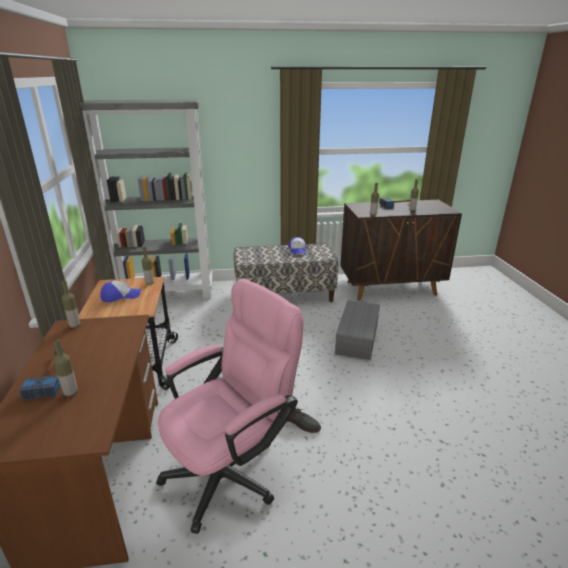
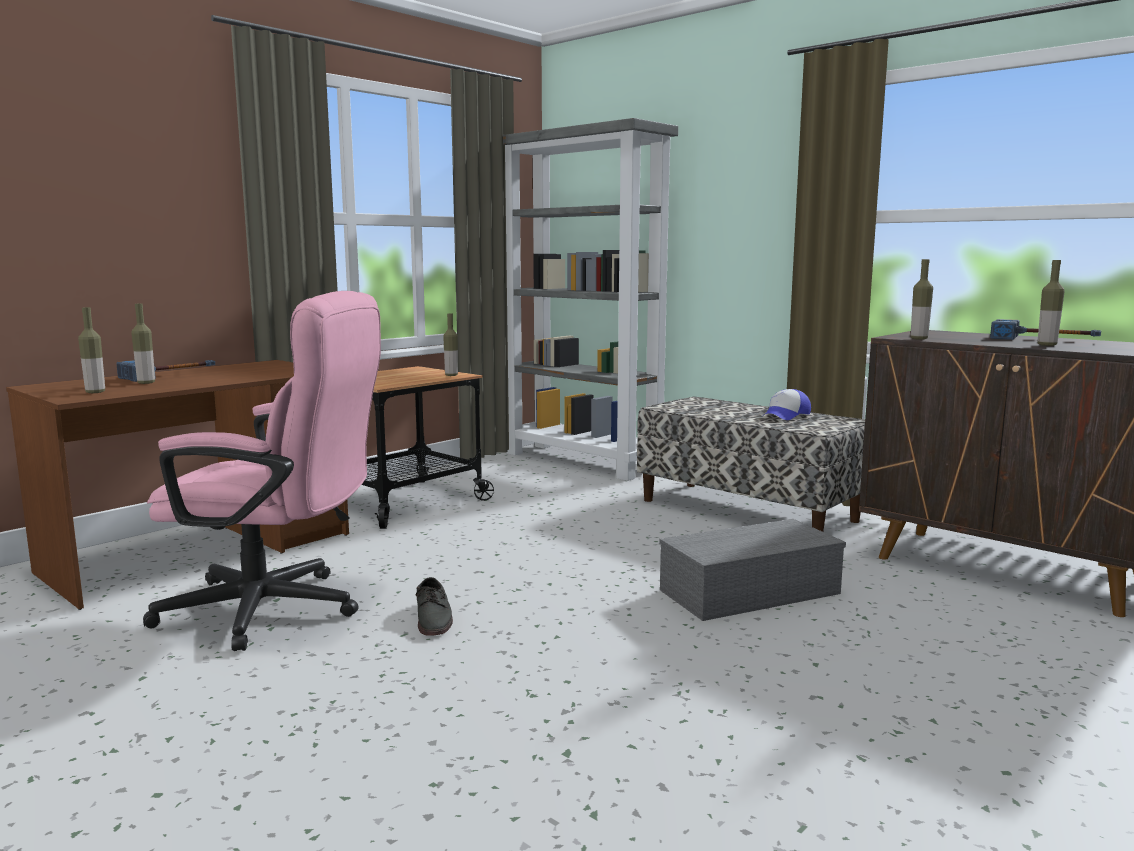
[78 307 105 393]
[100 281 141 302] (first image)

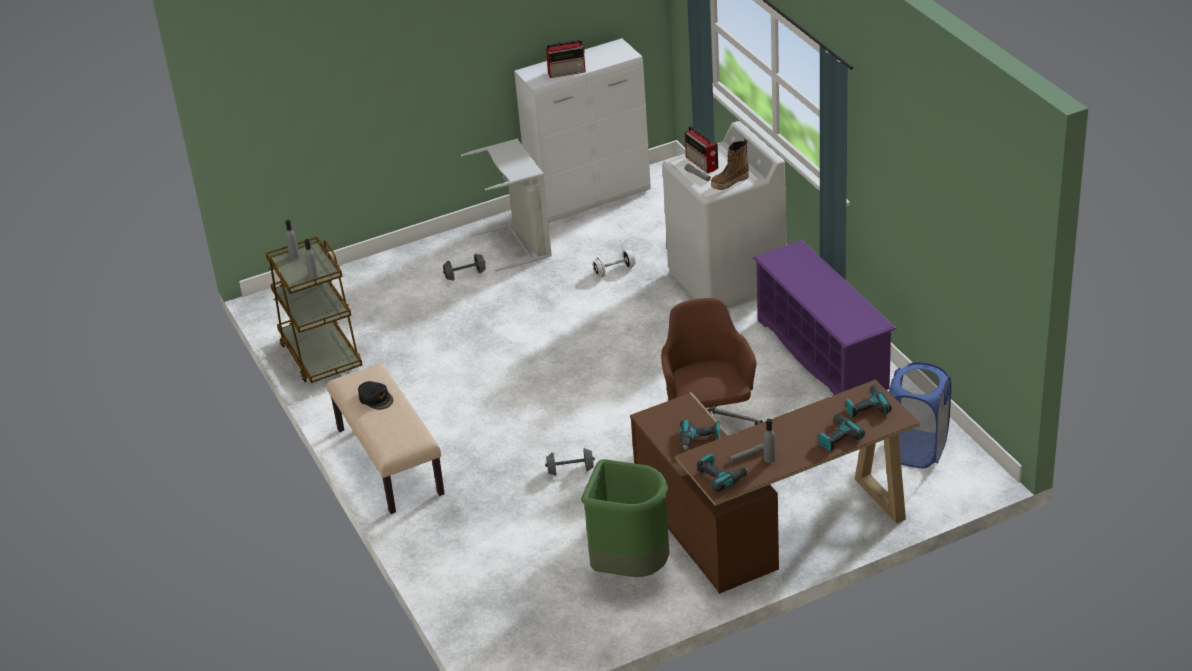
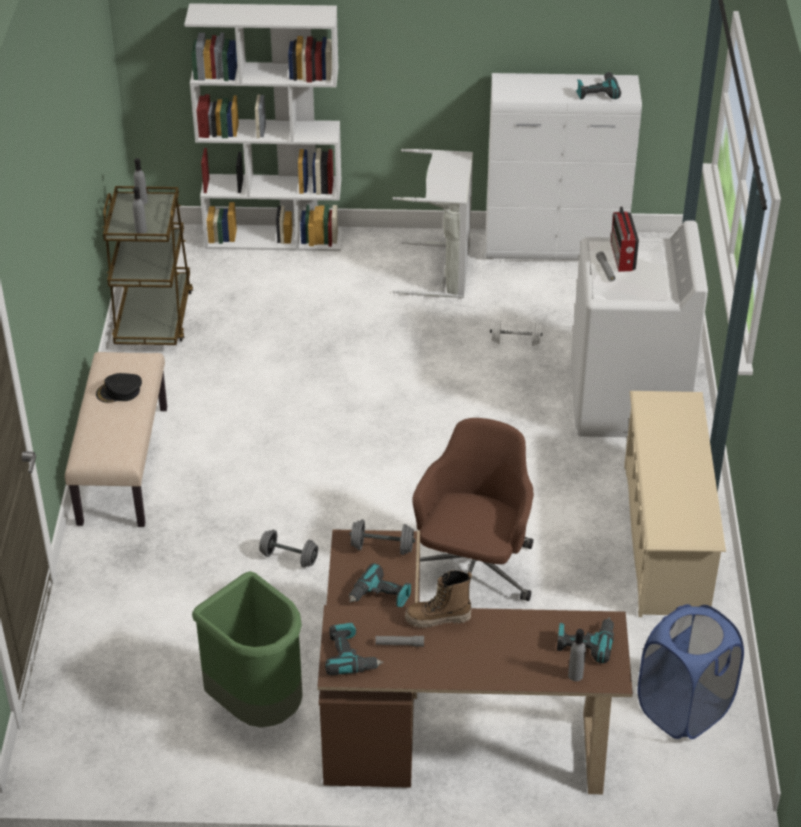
[96 373 142 402]
[349 519 415 555]
[546 40 586 78] (first image)
[405 570 472 628]
[624 391 726 617]
[568 629 586 681]
[576 72 621 99]
[184 3 343 251]

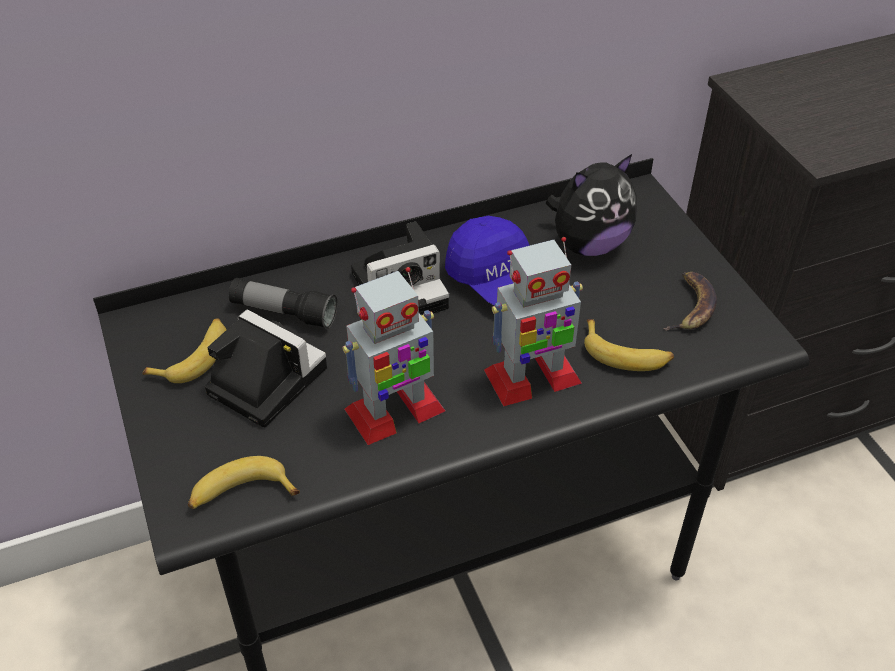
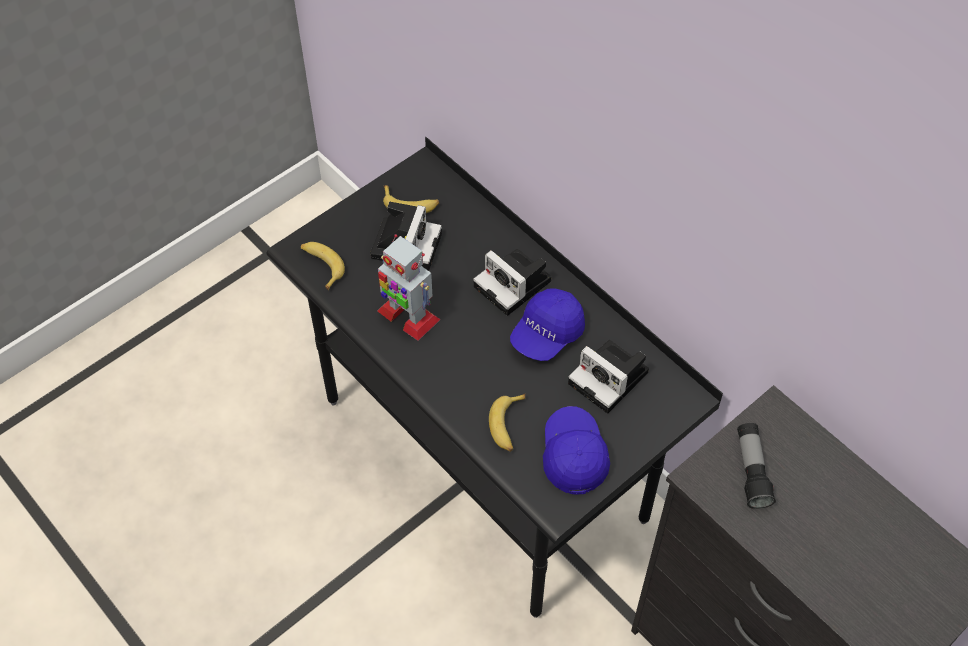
[737 423 776 509]
[484 237 583 406] (first image)
[568 340 649 413]
[543 406 610 494]

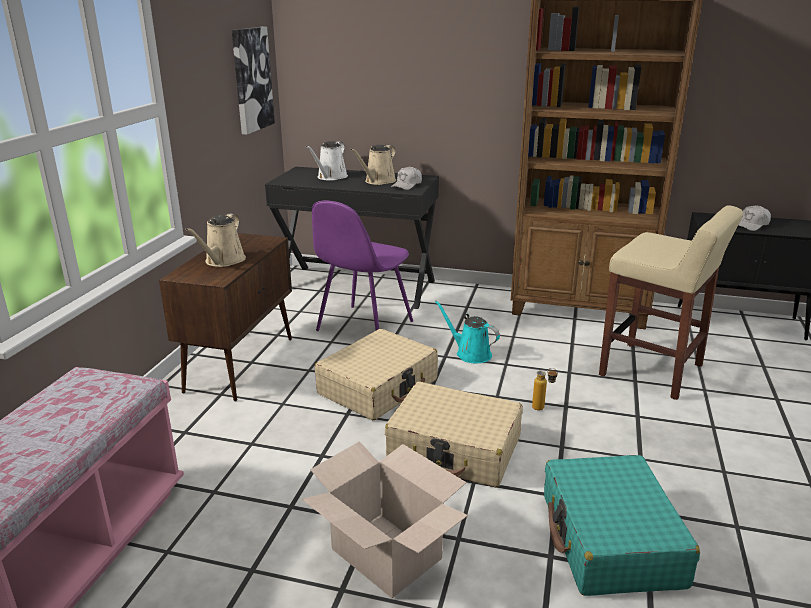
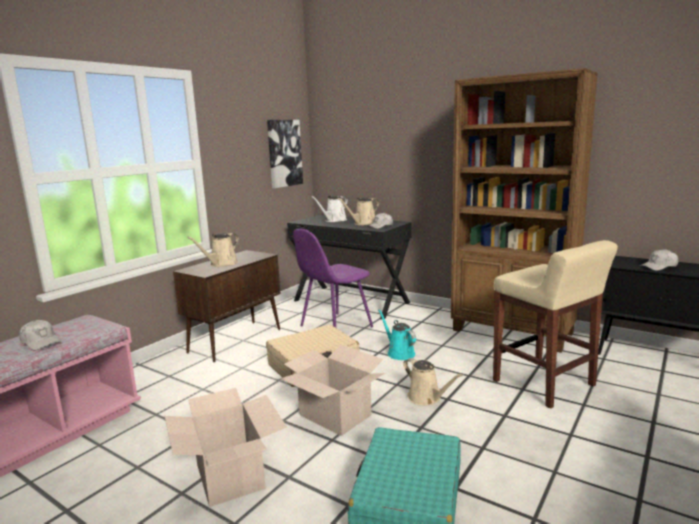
[280 345 385 436]
[403 358 463 406]
[19 320 61 350]

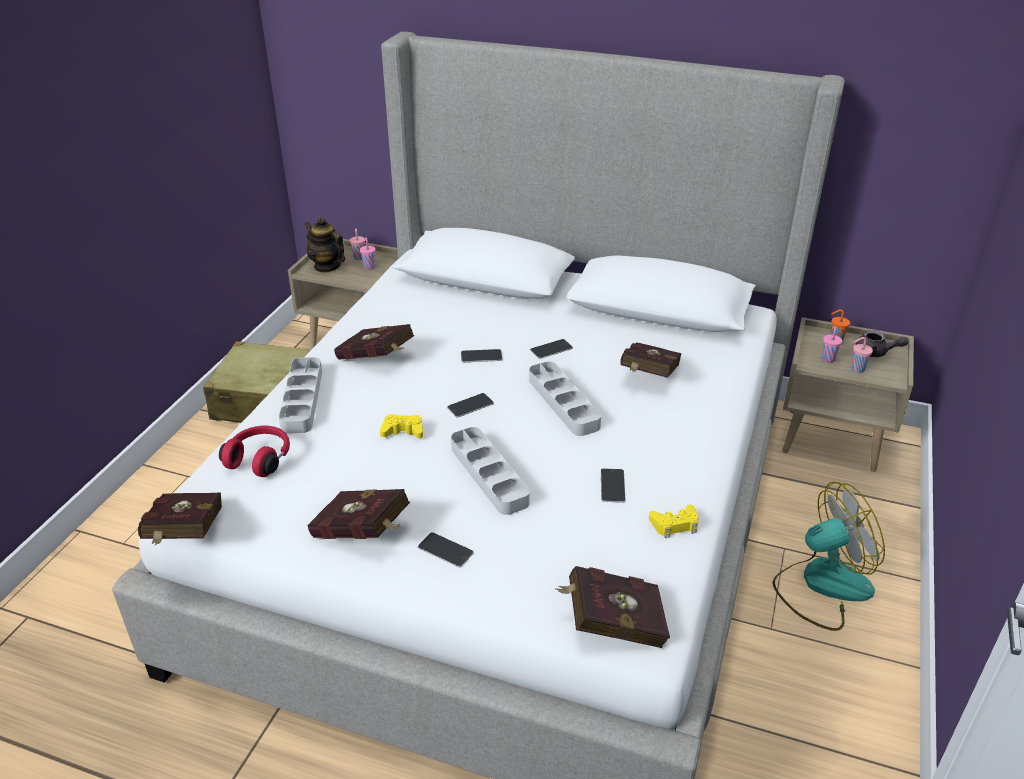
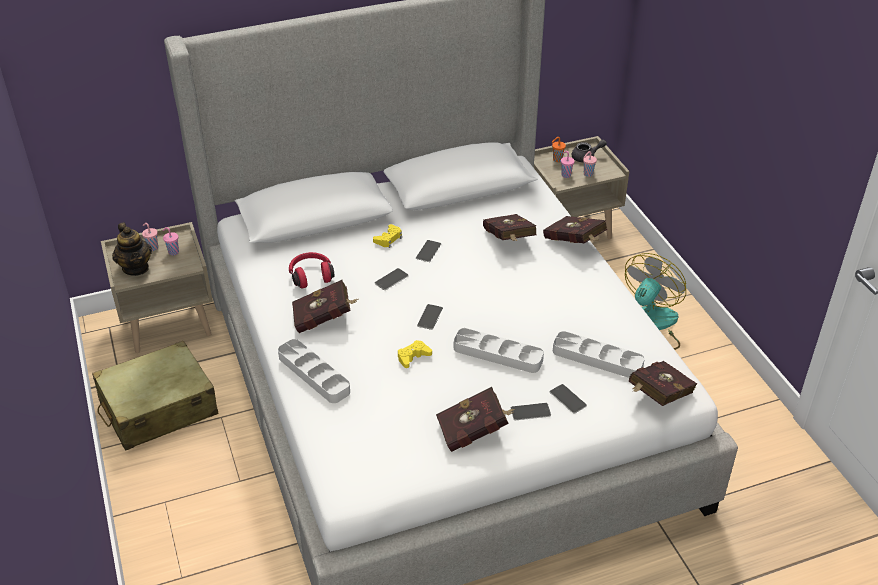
[543 216 607 243]
[289 252 334 288]
[112 223 152 276]
[553 331 645 378]
[550 384 587 413]
[373 224 402 248]

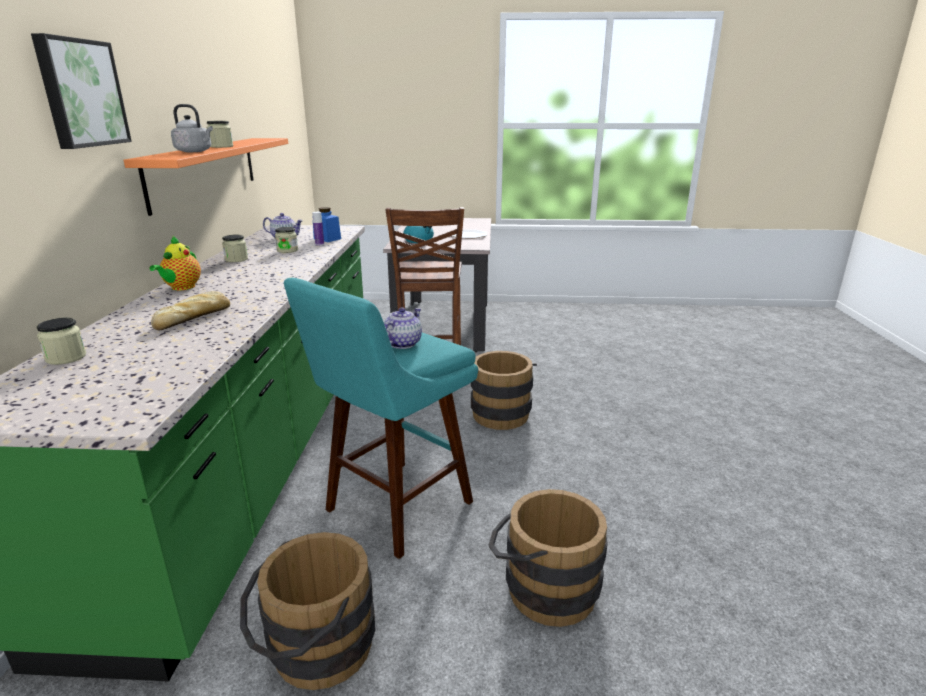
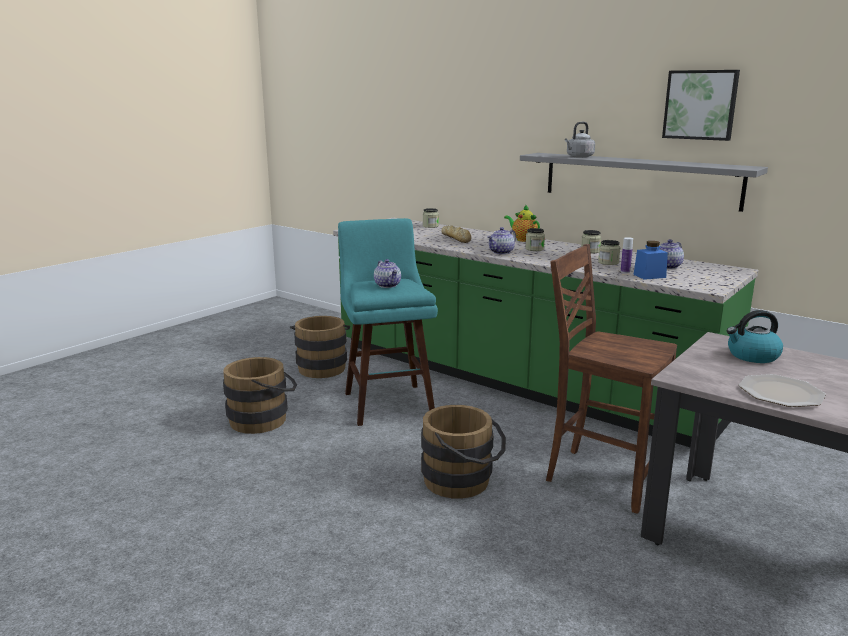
[662 70 740 141]
[520 153 768 212]
[525 228 545 251]
[487 227 516 254]

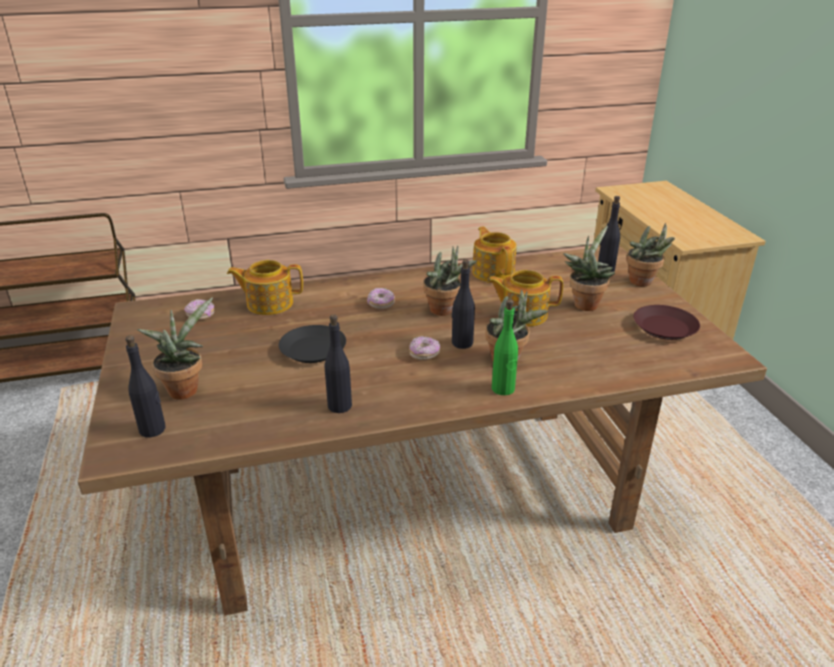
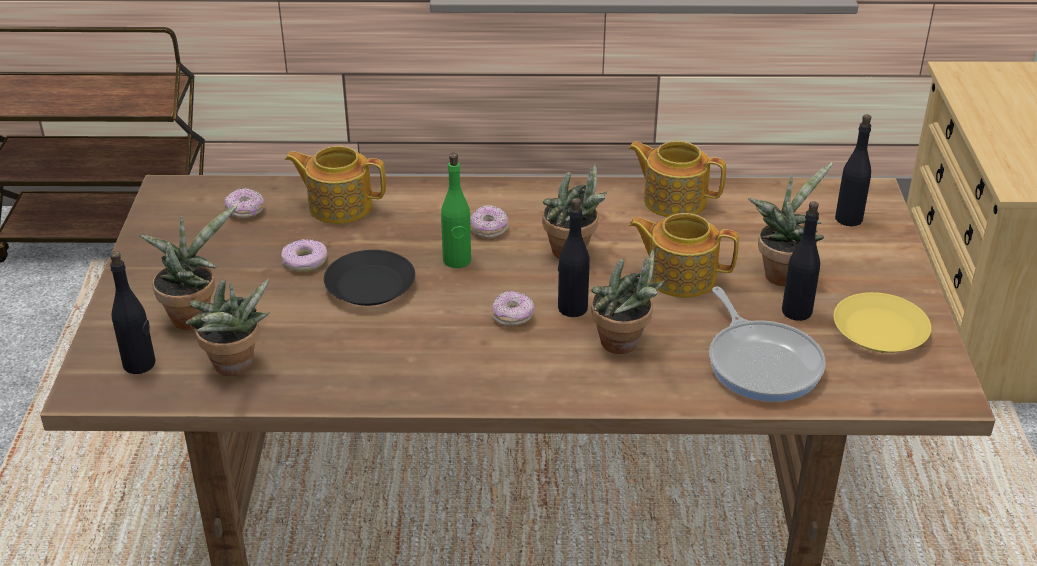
[782 201 820 321]
[628 141 726 218]
[441 153 471 268]
[186 279 270 376]
[834 292 931 353]
[281 239 327 272]
[709 287 826 402]

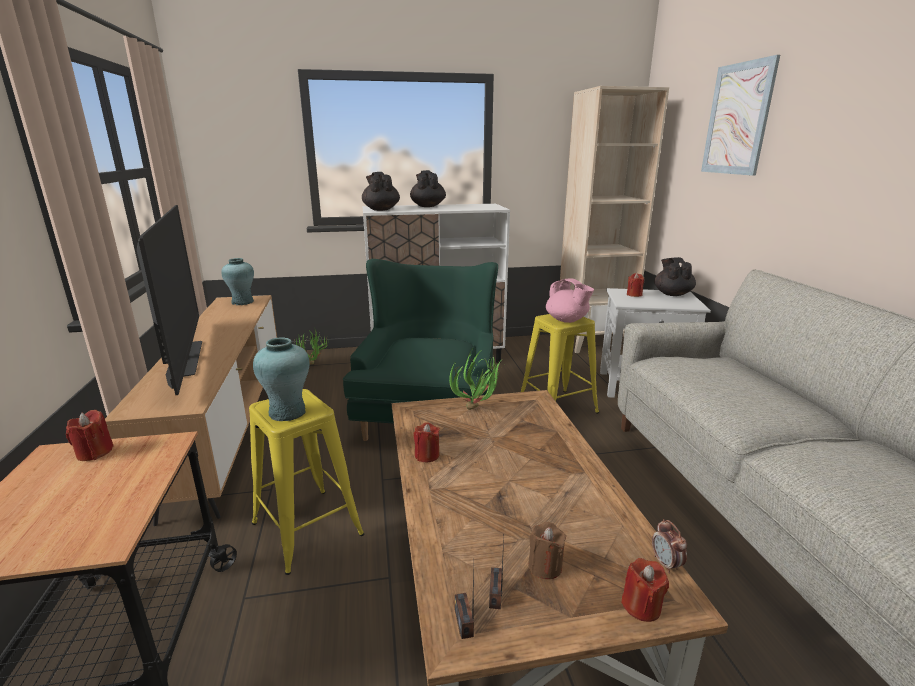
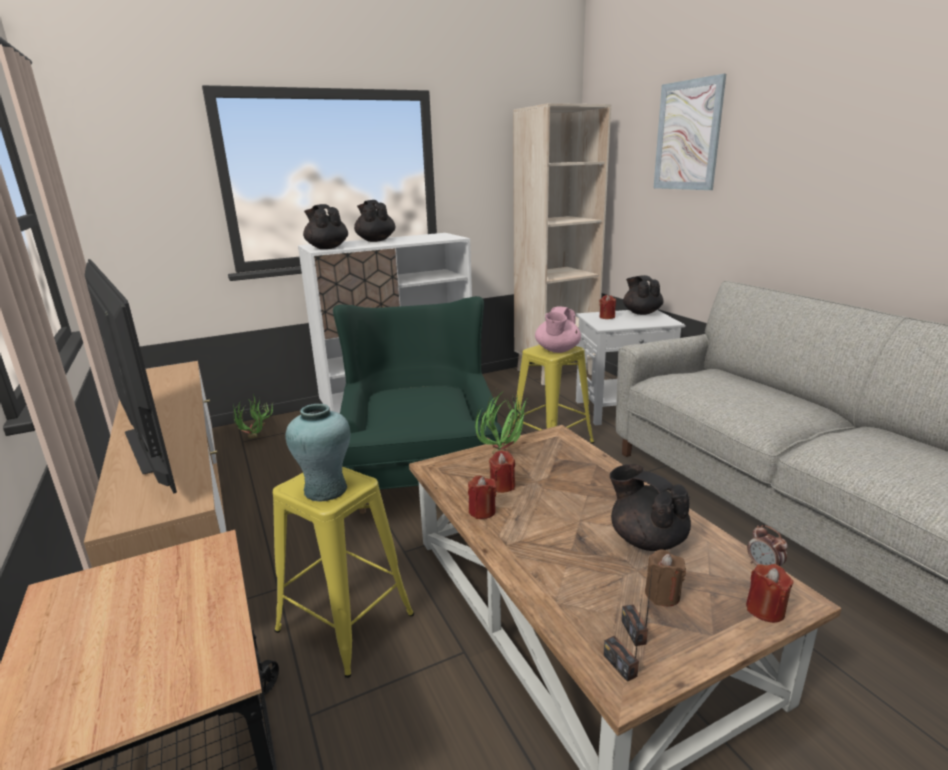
[489 450 515 493]
[221 258 254 305] (first image)
[535 306 581 353]
[610 464 691 551]

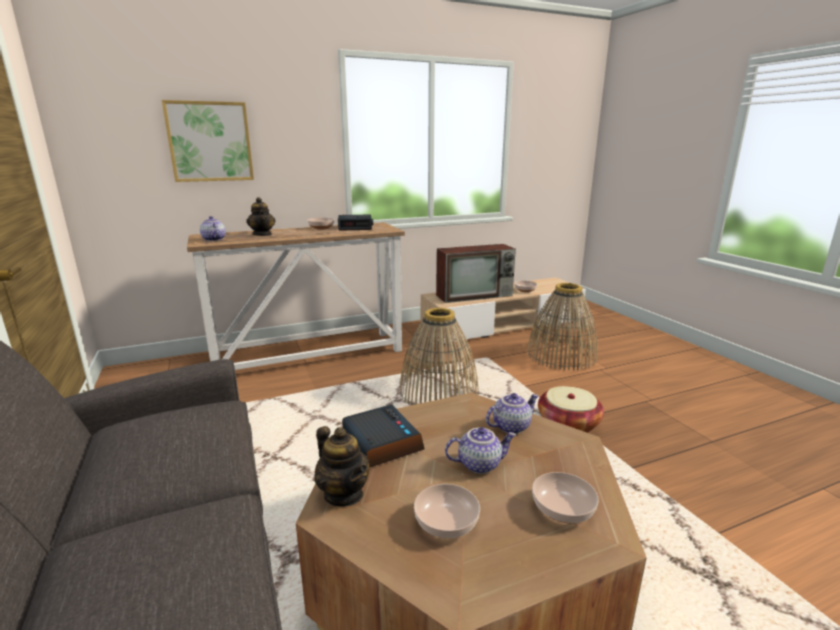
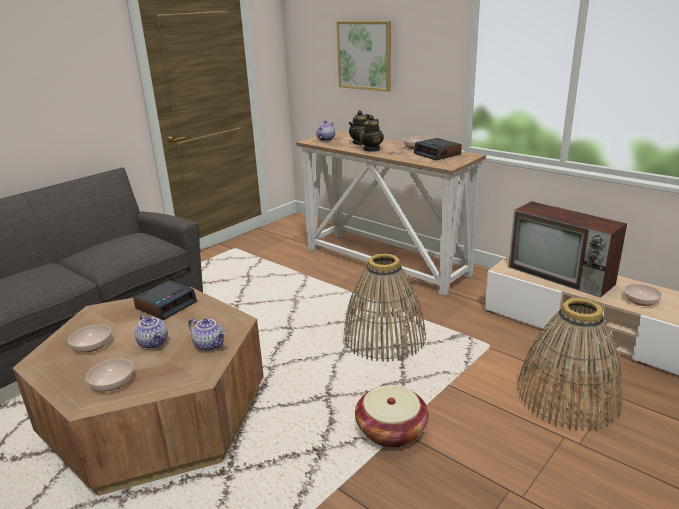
[359 115 384 152]

